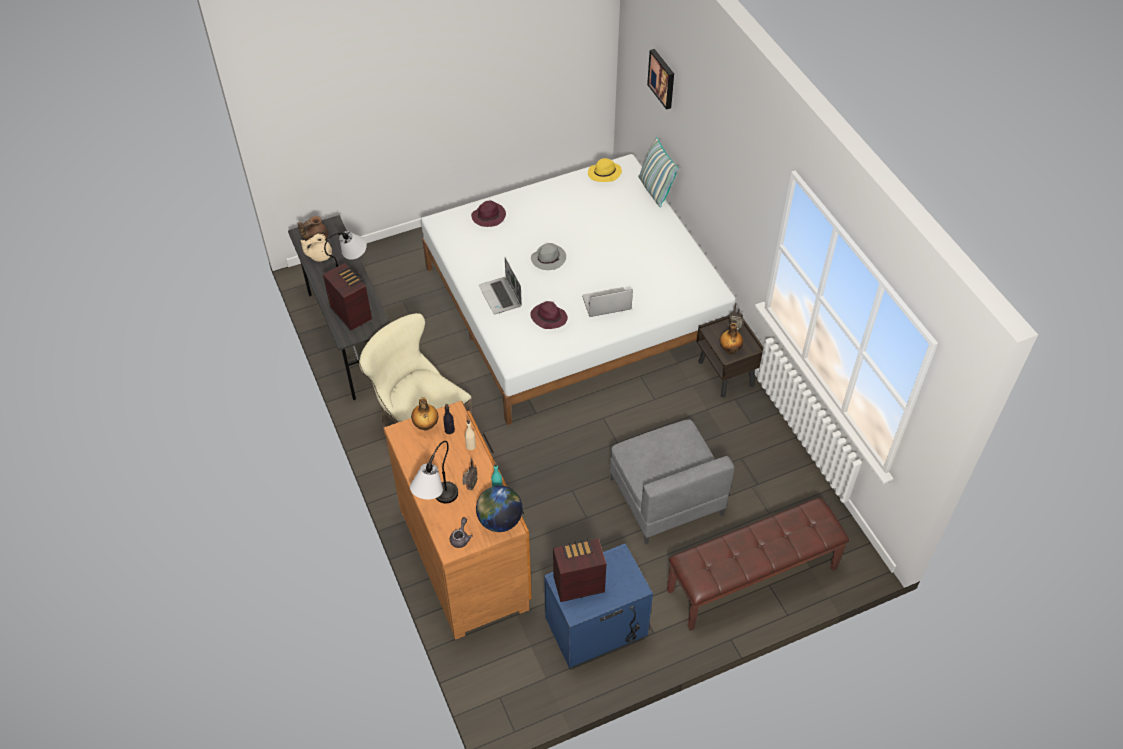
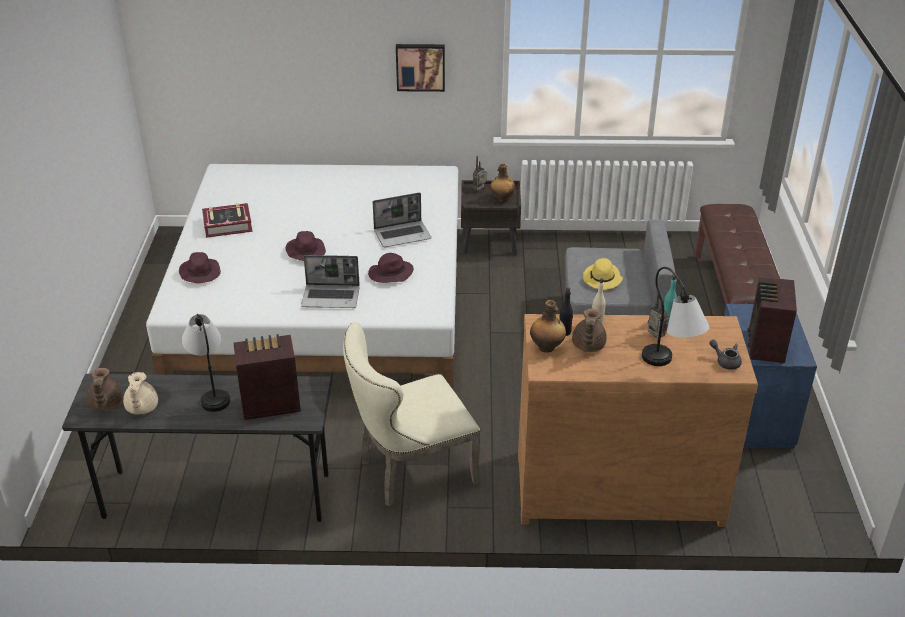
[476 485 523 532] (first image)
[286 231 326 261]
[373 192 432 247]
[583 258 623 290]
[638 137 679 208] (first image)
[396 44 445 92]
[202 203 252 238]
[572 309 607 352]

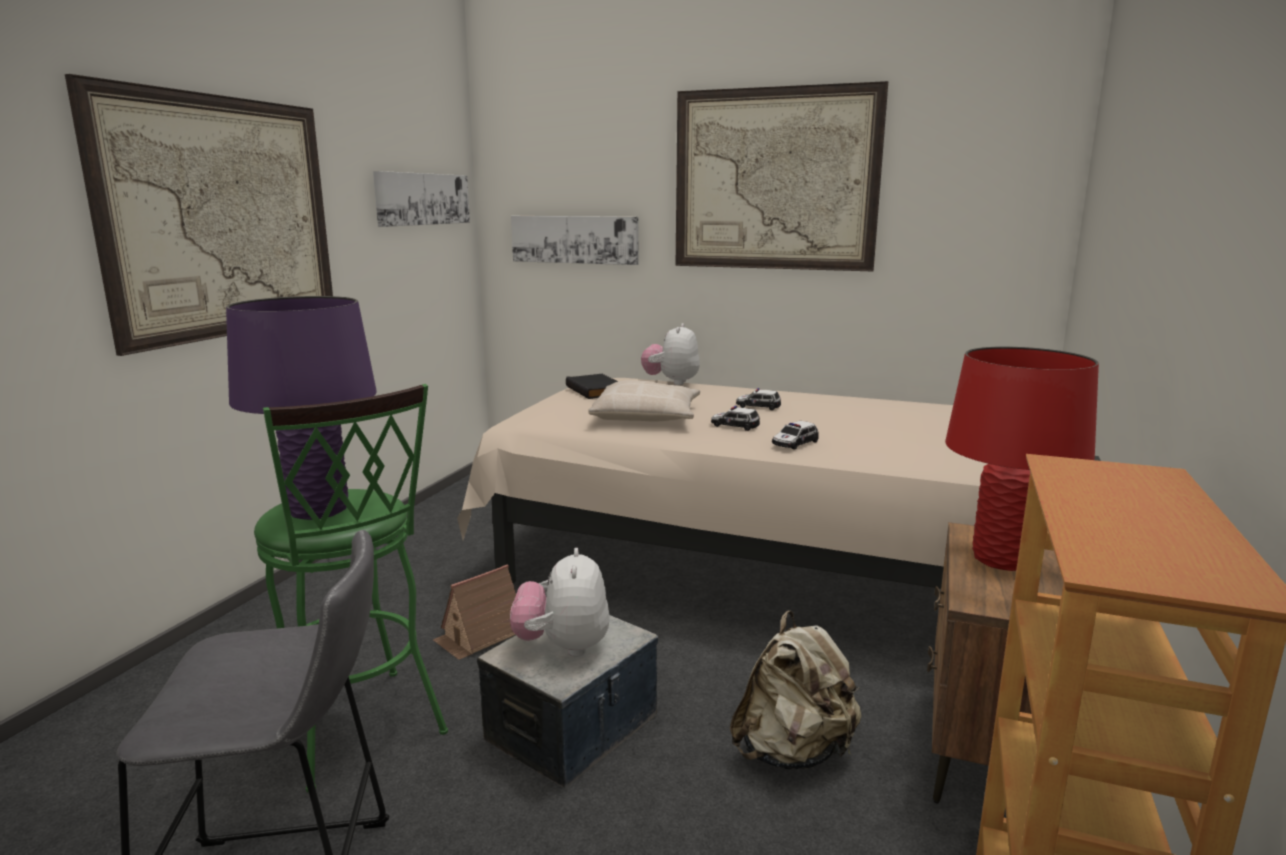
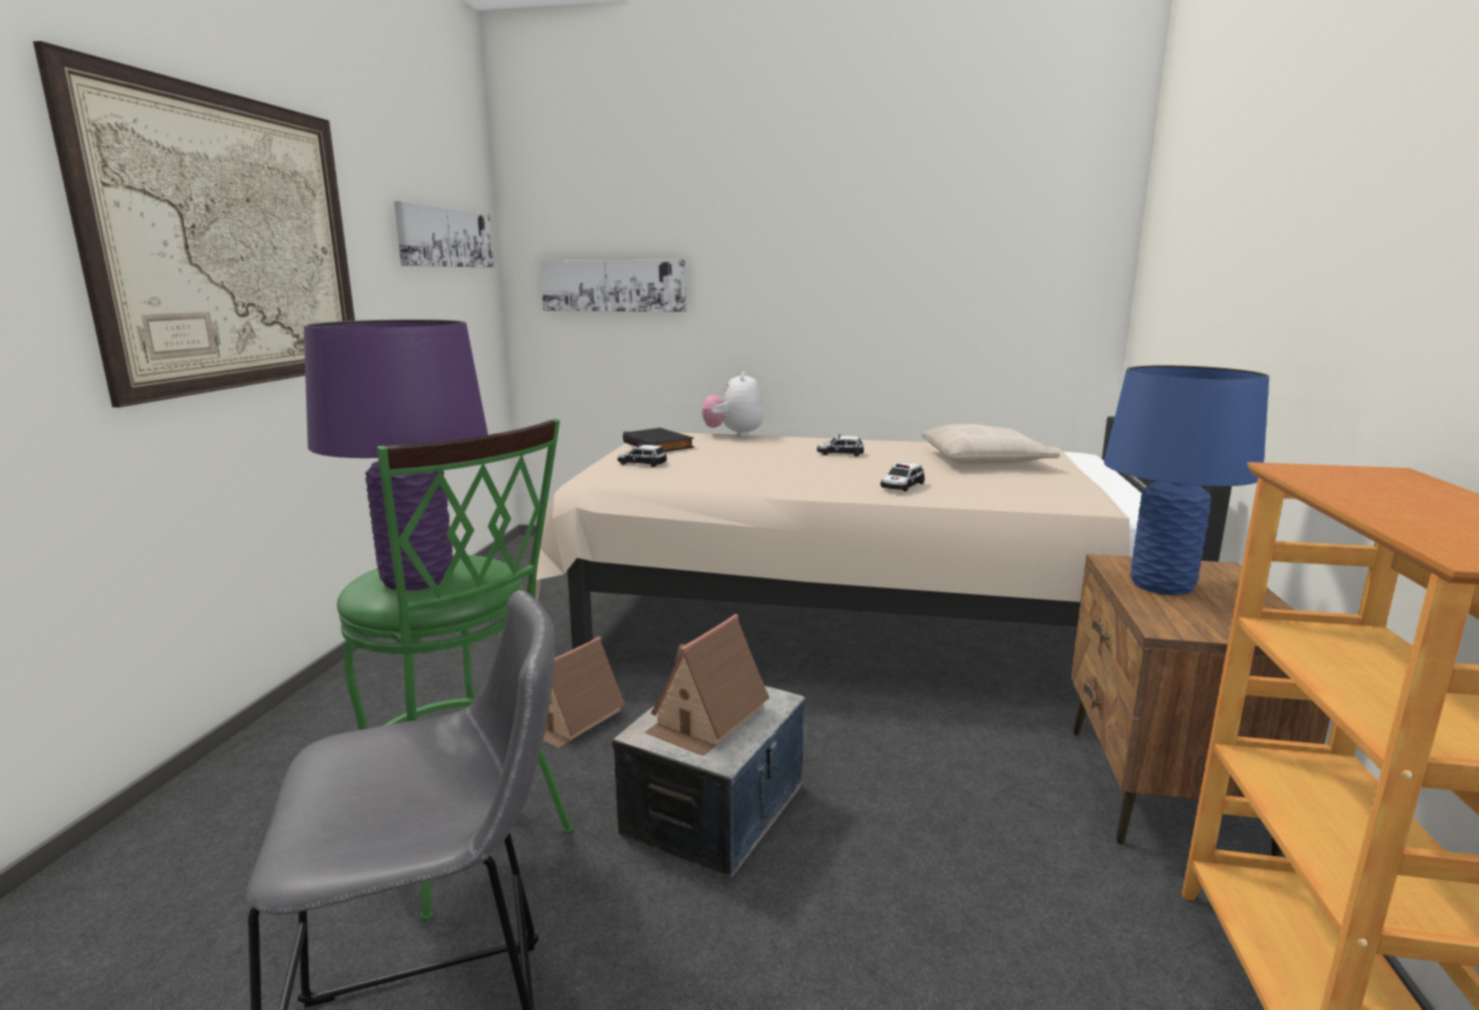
[644 614 769 756]
[921 424 1060 464]
[676 81 888 271] (first image)
[617 443 667 467]
[730 611 862 770] (first image)
[1104 365 1269 596]

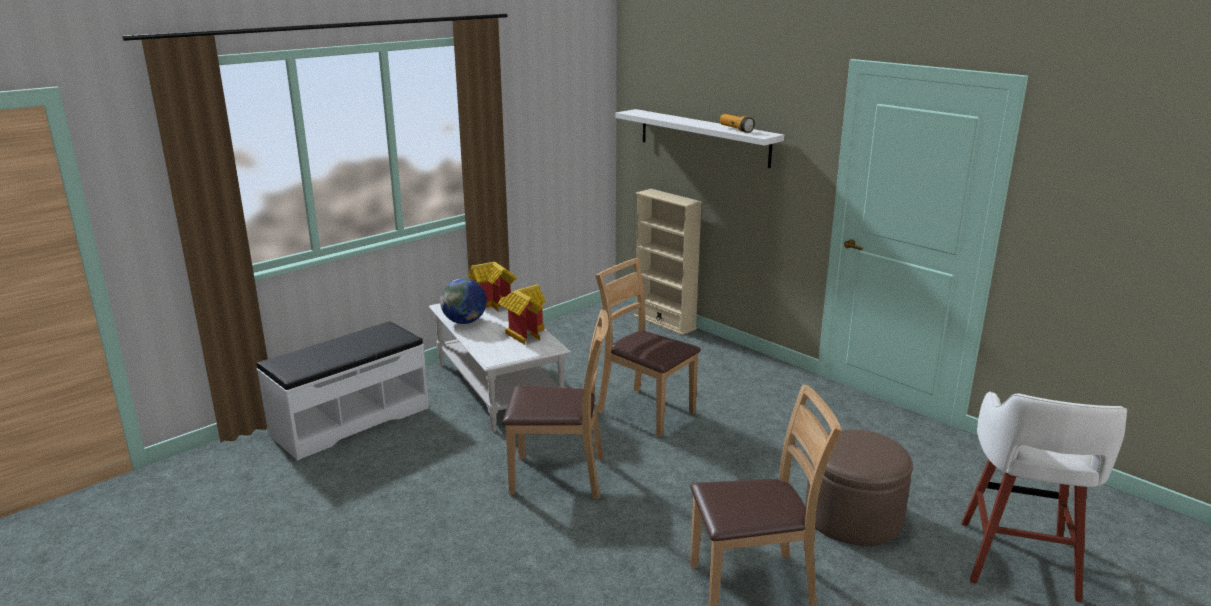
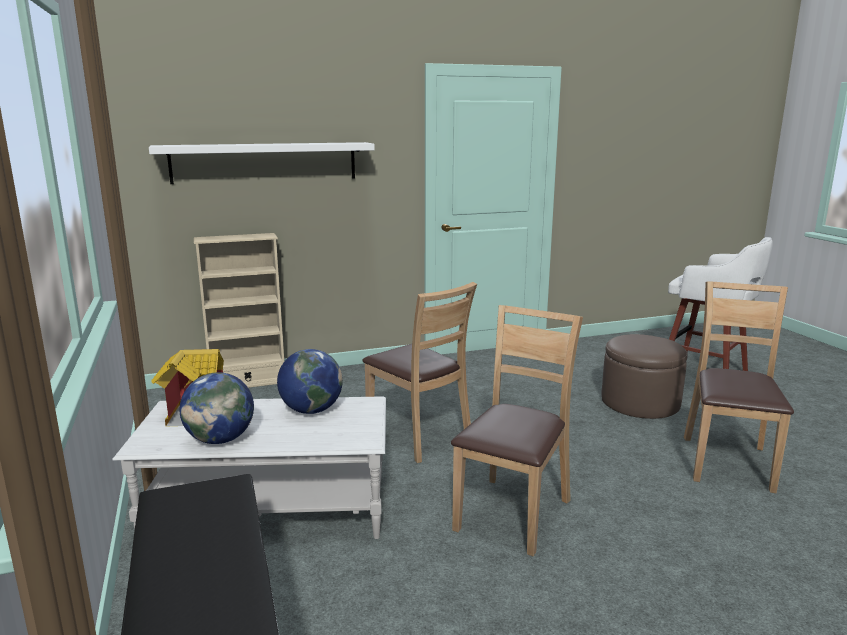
[277 349 343 414]
[362 282 477 463]
[720 114 755 133] (first image)

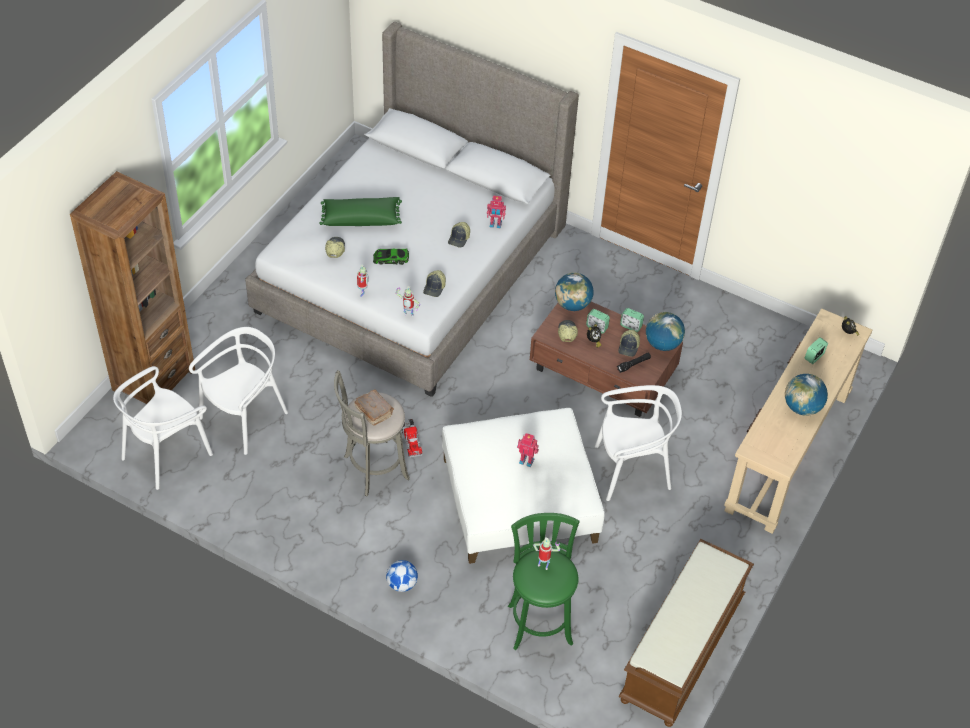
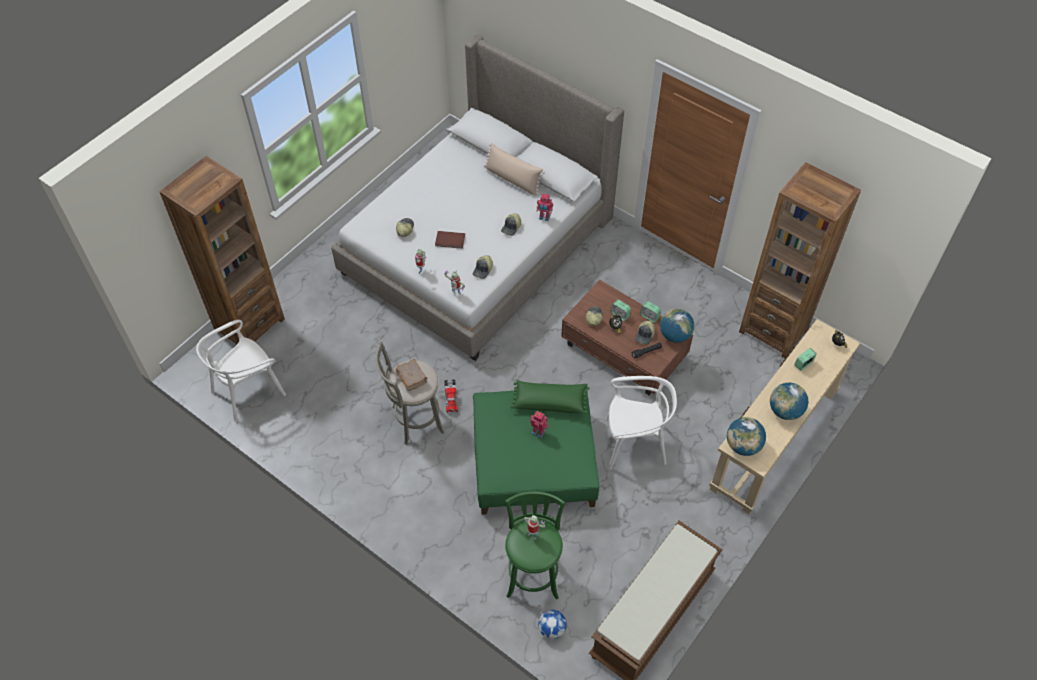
[189 327 288 455] (first image)
[511 380 590 414]
[435 231 465 249]
[538 610 567 639]
[473 389 599 515]
[727 417 766 456]
[484 143 545 195]
[739 162 861 359]

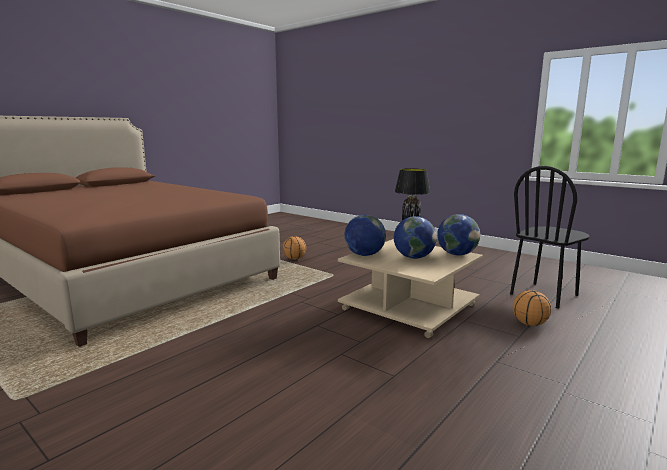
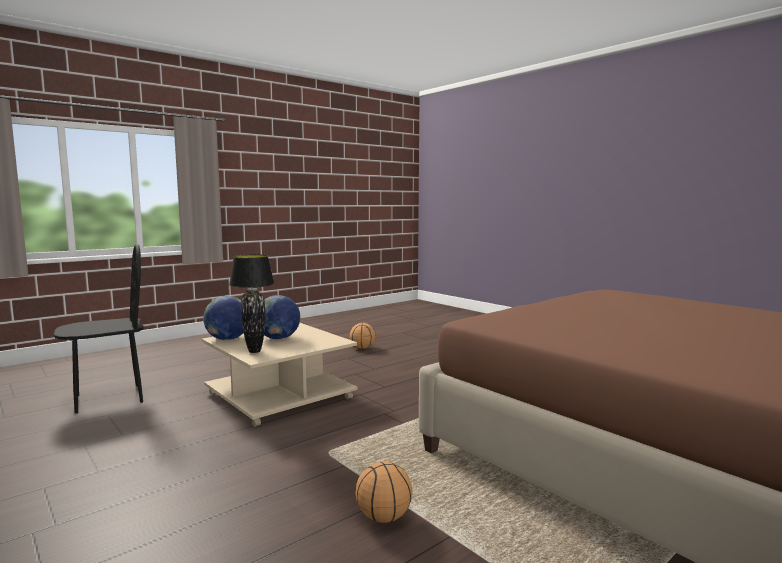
[344 215 386 256] (first image)
[350 323 376 349]

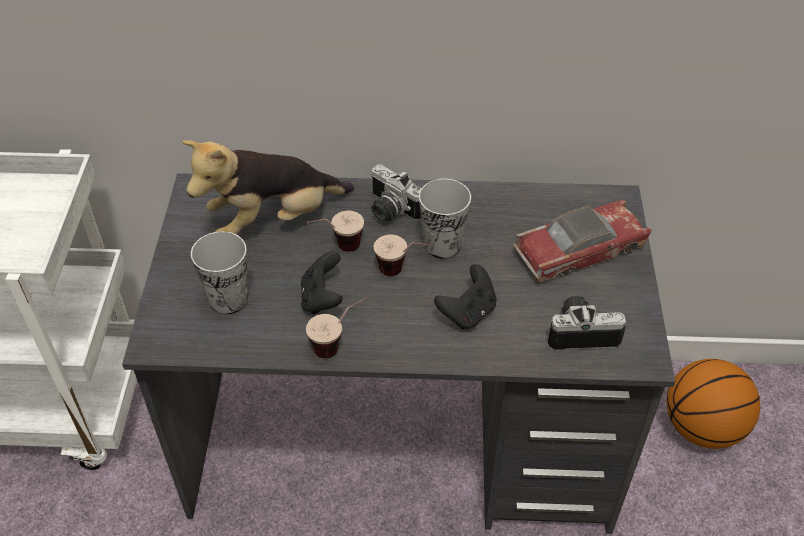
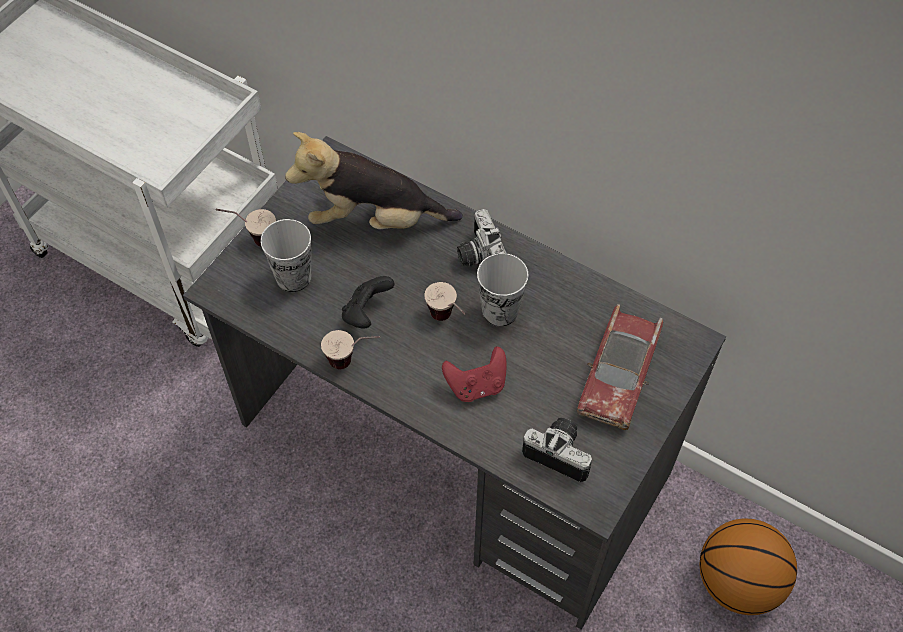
[216 209 276 247]
[442 346 507 402]
[577 304 663 430]

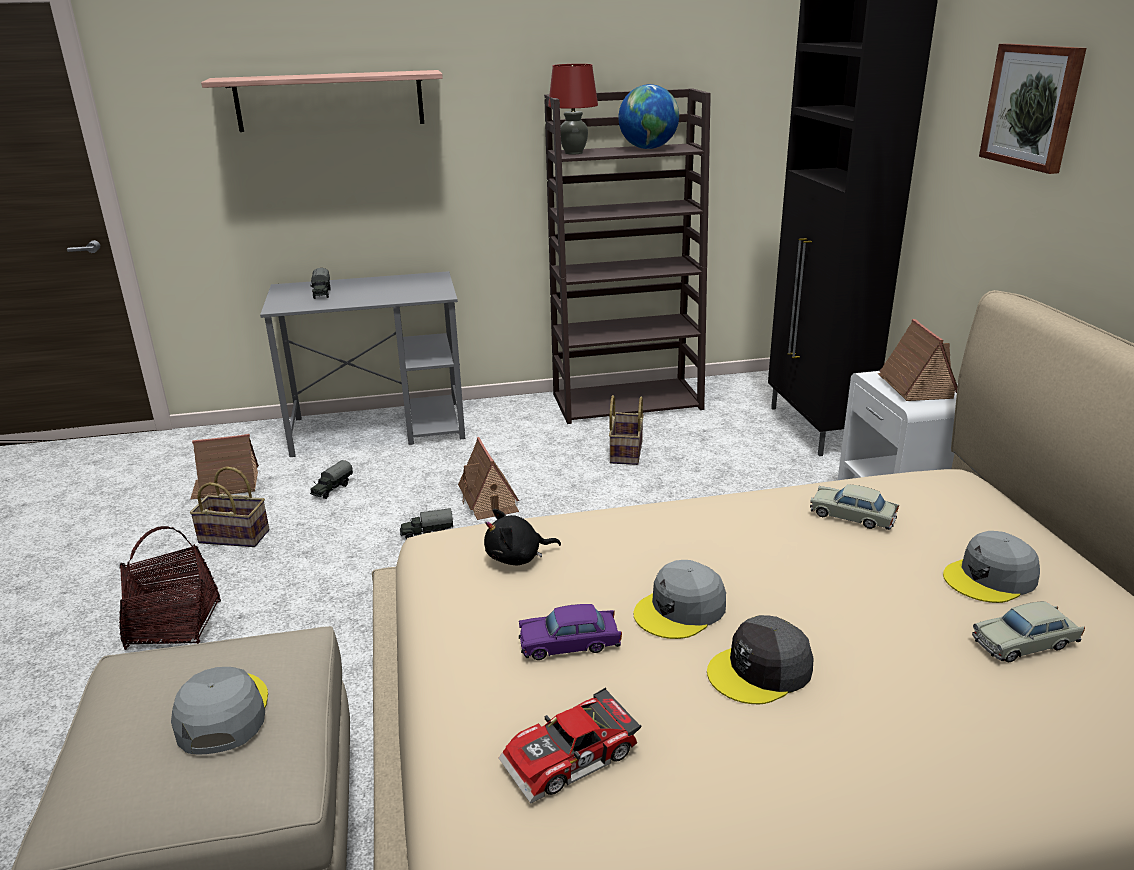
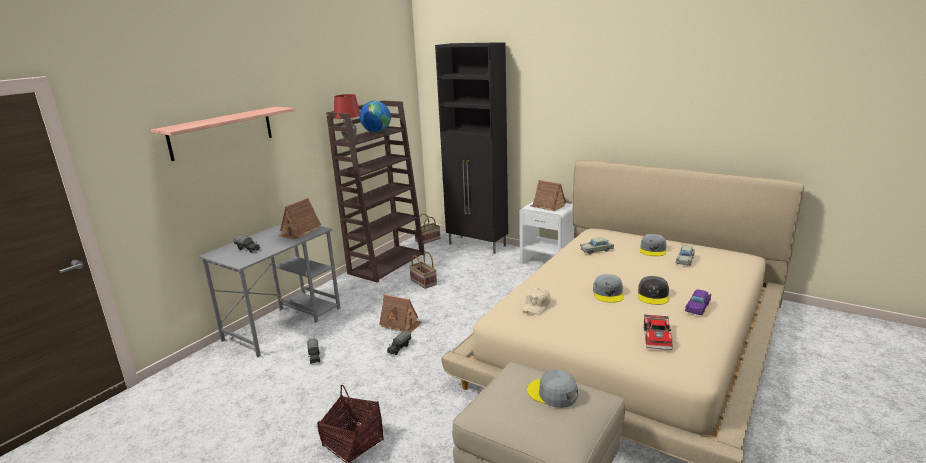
[278 198 321 239]
[414 214 440 244]
[522 288 550 315]
[685 290 711 315]
[979 43 1086 174] (first image)

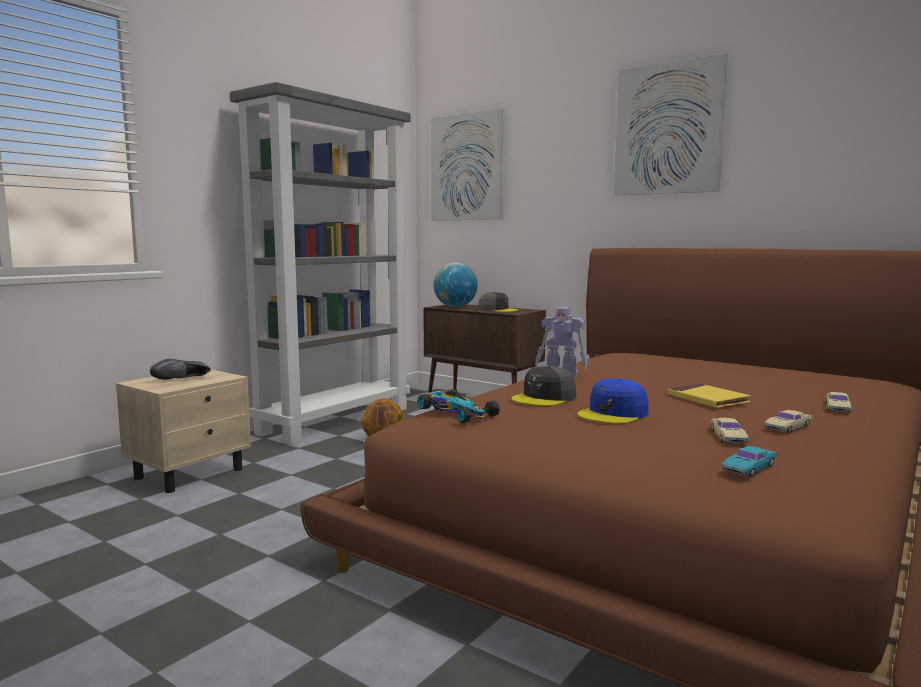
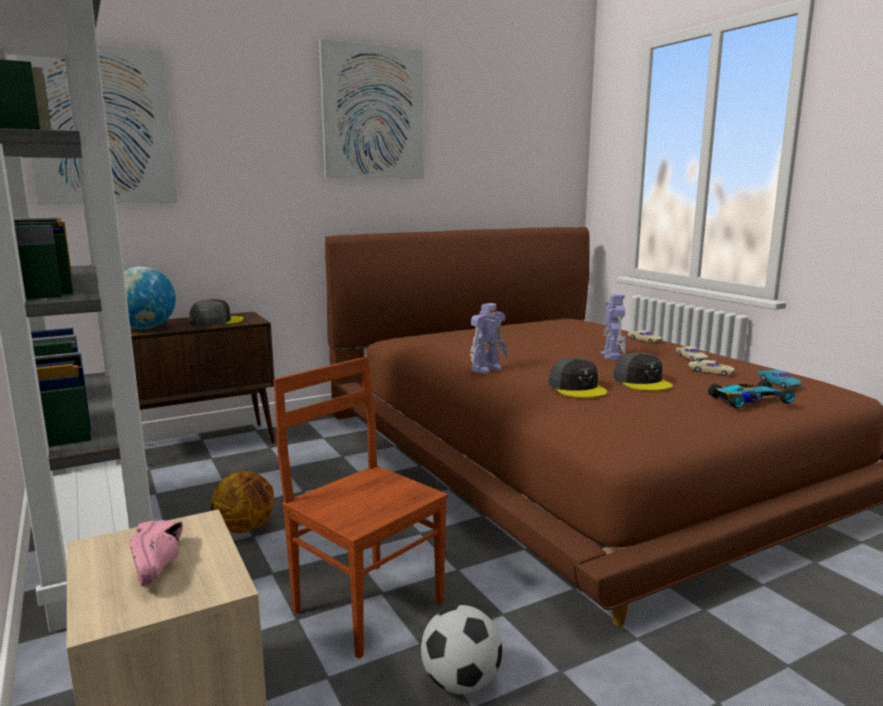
[130 520 183 586]
[708 380 795 408]
[613 352 672 391]
[601 294 626 360]
[273 357 448 659]
[421 605 502 694]

